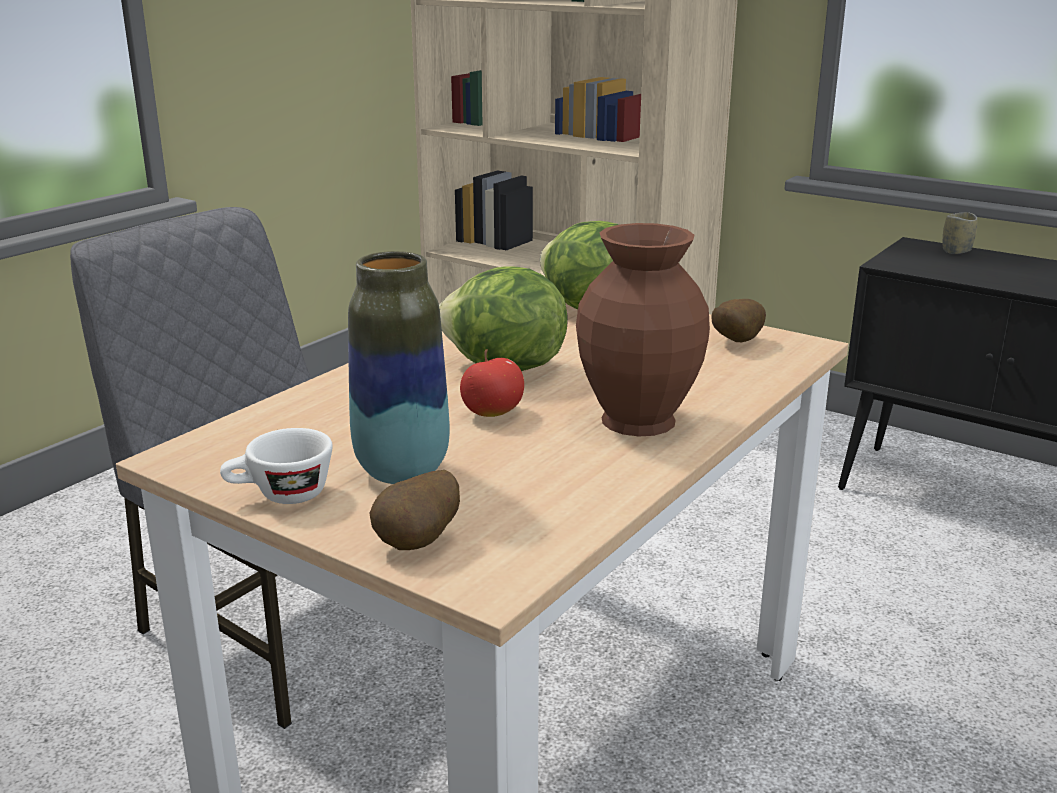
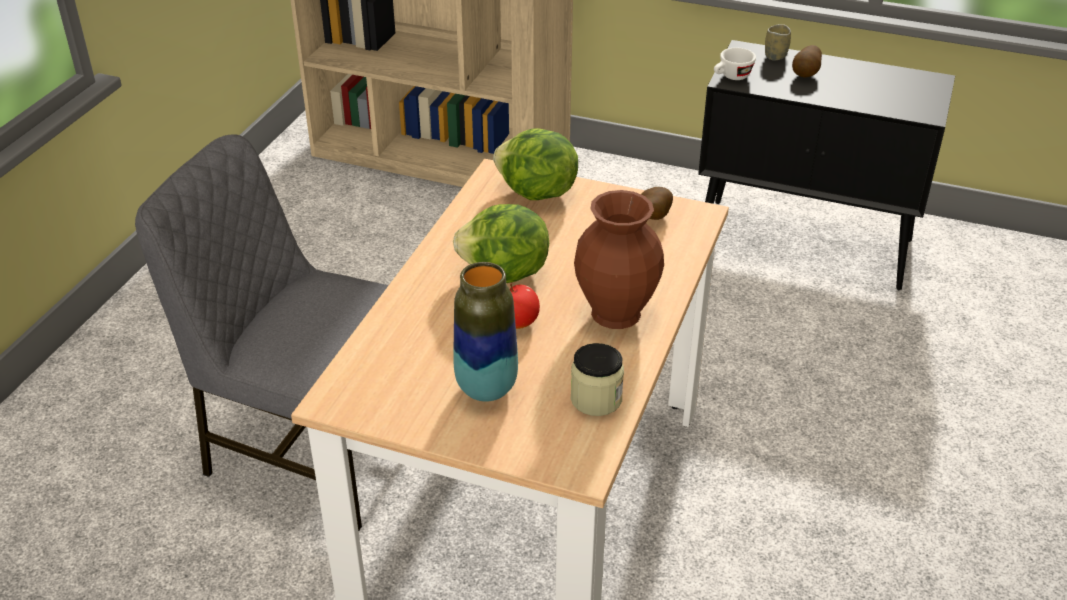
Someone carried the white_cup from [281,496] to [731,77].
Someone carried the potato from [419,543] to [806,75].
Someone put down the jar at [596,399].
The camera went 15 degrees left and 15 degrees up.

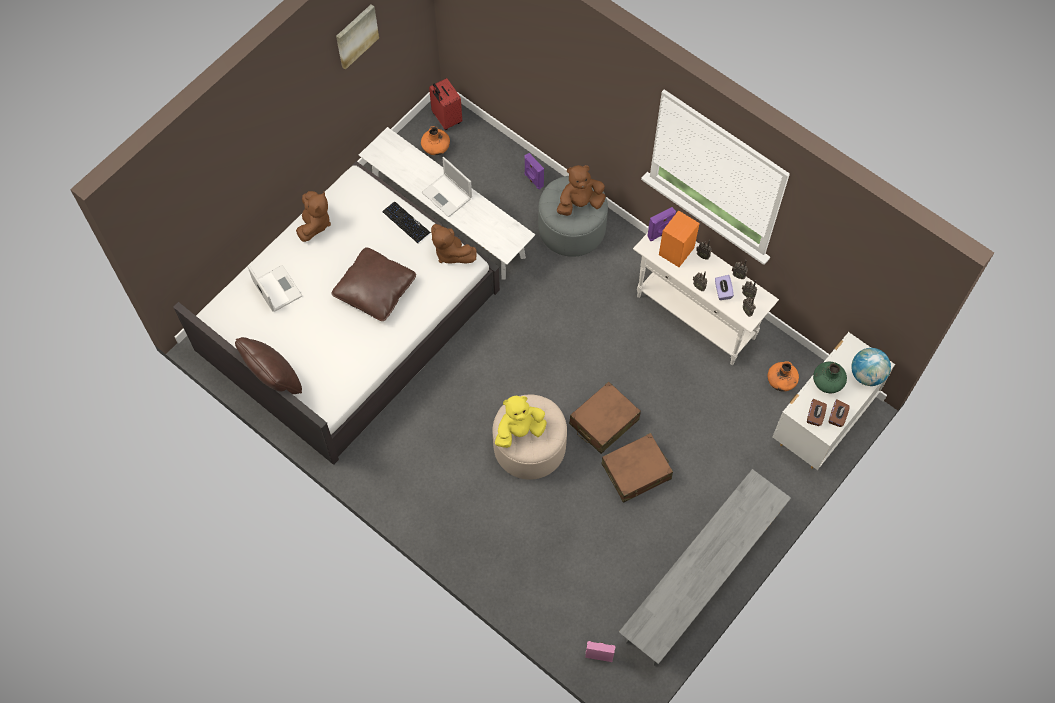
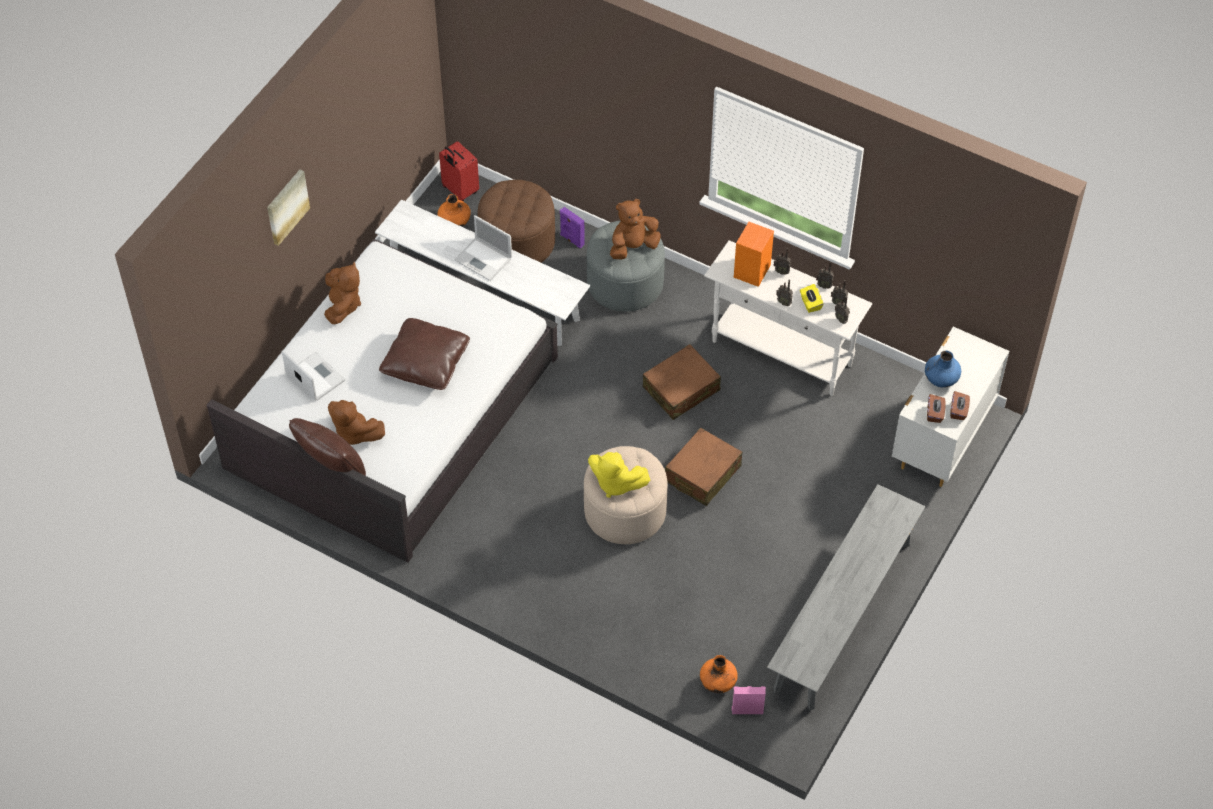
Someone carried the picture from [356,35] to [286,206].
Someone took away the keyboard at [406,222].
Someone carried the brown_plush_toy from [451,252] to [354,433].
Someone rotated the yellow_plush_toy at [519,431] by 120 degrees counterclockwise.
Someone carried the brown_suitcase from [636,472] to [681,389].
Someone took away the purple_speaker at [660,234].
Someone repainted the purple_tissue_box at [722,291], which became the yellow_tissue_box at [810,303].
Someone carried the orange_vase from [781,382] to [718,683].
Someone repainted the green_vase at [827,382], which became the blue_vase at [941,379].
Someone took away the globe at [867,375].
Someone put down the brown_ottoman at [517,242].
The camera went 10 degrees left and 10 degrees down.

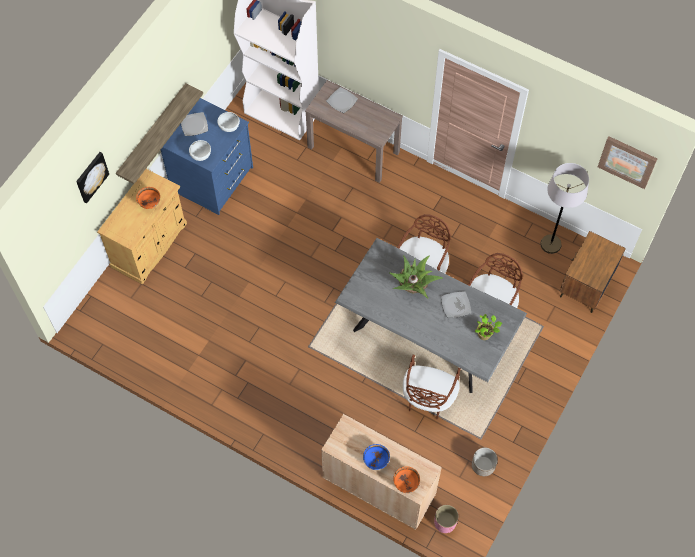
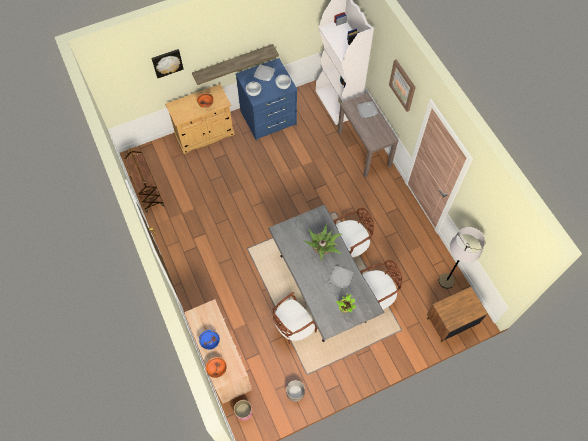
Someone carried the picture from [627,161] to [402,85].
Someone put down the brown_cart at [147,191].
The camera went 35 degrees right and 0 degrees up.

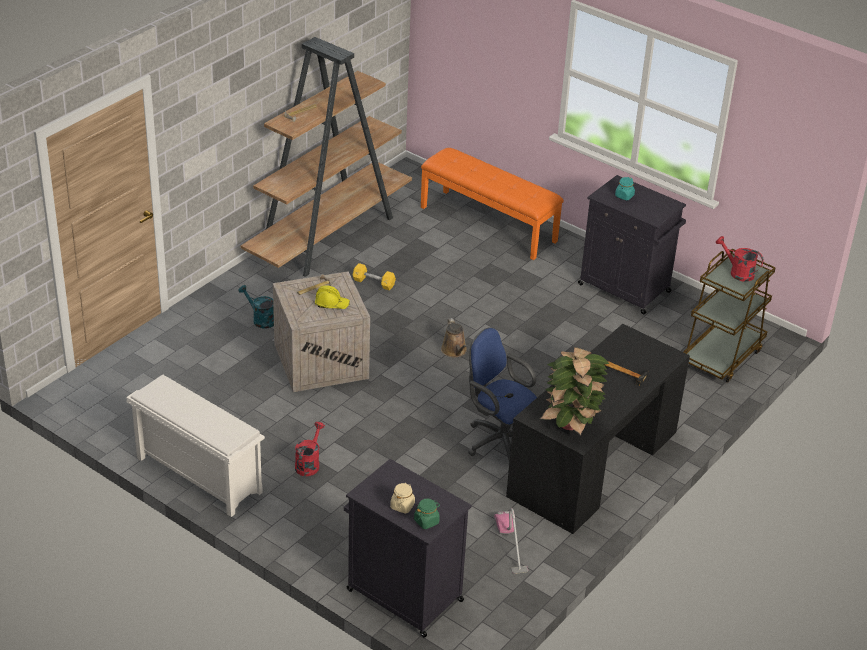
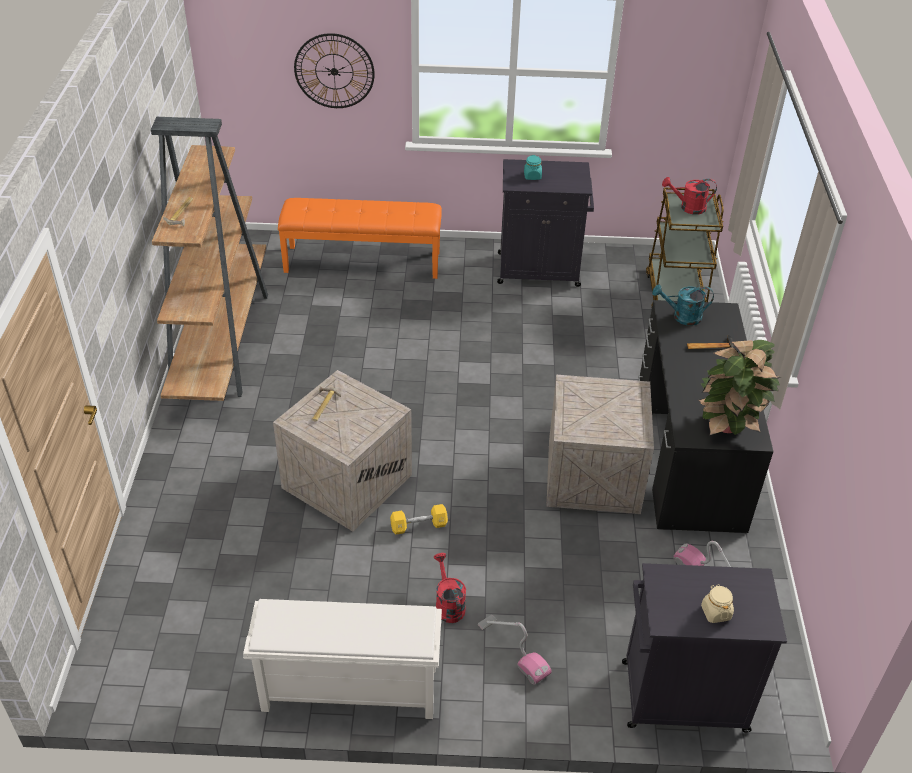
Someone carried the turquoise_watering_can from [260,319] to [681,317].
Someone took away the yellow_hard_hat at [332,304].
Someone carried the yellow_dumbbell from [373,283] to [419,526].
Someone took away the green_jar at [426,521].
Someone took away the brown_watering_can at [454,351].
Someone swapped the blue_office_chair at [498,441] for the crate at [591,474].
Someone put up the wall_clock at [334,71].
Someone put down the vacuum_cleaner at [513,650].
The camera went 35 degrees left and 5 degrees up.

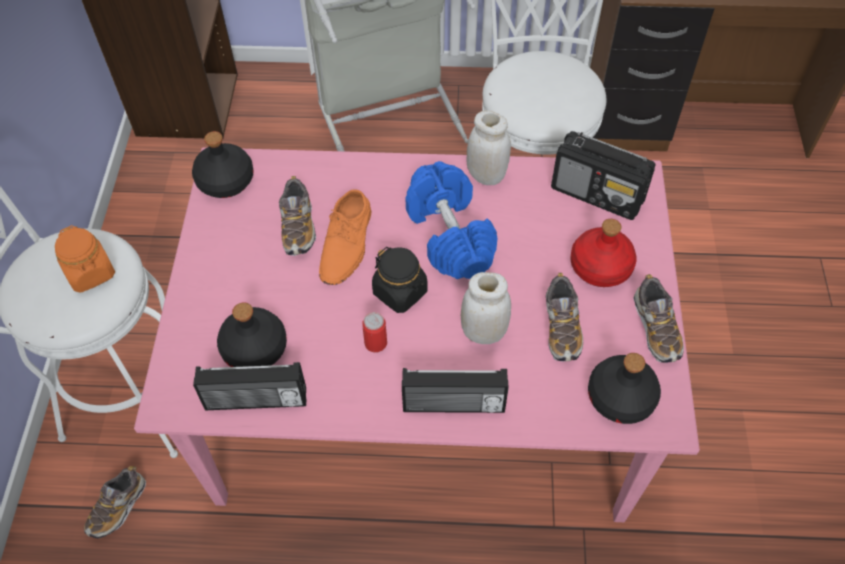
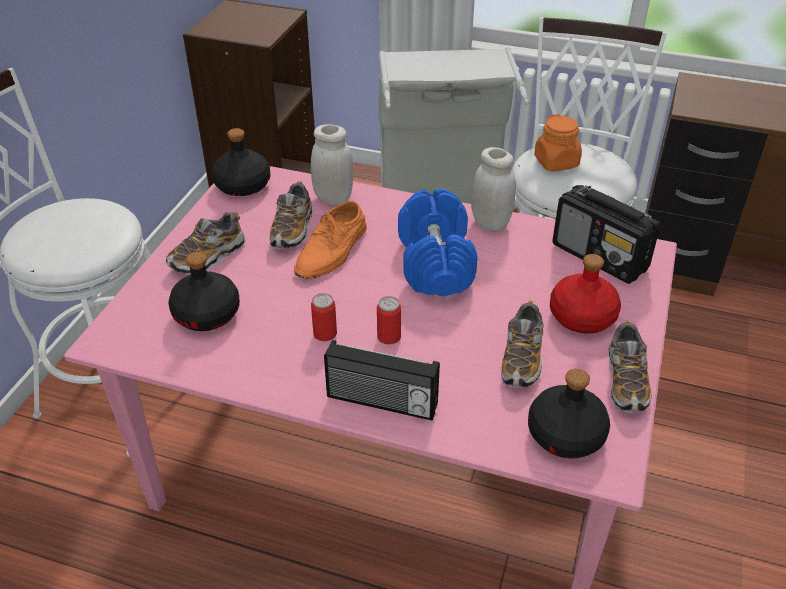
Someone carried the orange_jar from [90,272] to [556,162].
Someone carried the shoe from [118,507] to [208,257].
Someone took away the radio at [256,401].
Someone took away the black_jar at [400,292].
Someone carried the white_jar from [483,332] to [333,198].
Someone put down the can at [389,337].
The camera went 15 degrees right and 15 degrees down.

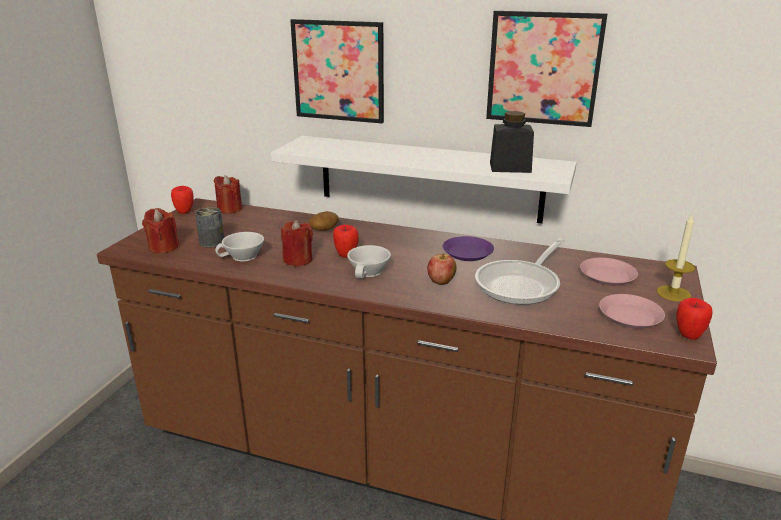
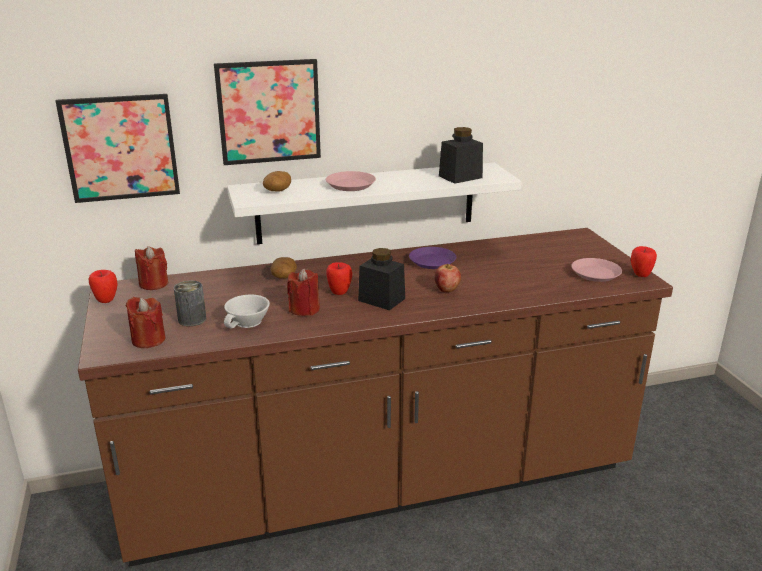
Someone swapped the white_cup at [370,272] for the black_jar at [381,299].
Someone took away the frying_pan at [521,284].
Someone carried the picture from [543,68] to [120,148].
Someone carried the pink_plate from [607,276] to [351,185].
Someone took away the candle at [673,293].
Someone put down the potato at [277,190].
The camera went 35 degrees left and 0 degrees up.

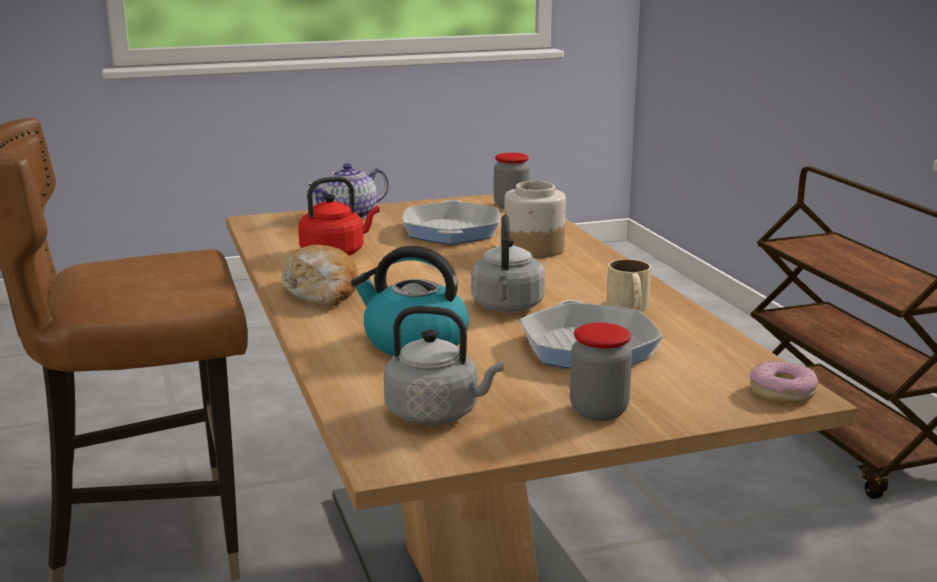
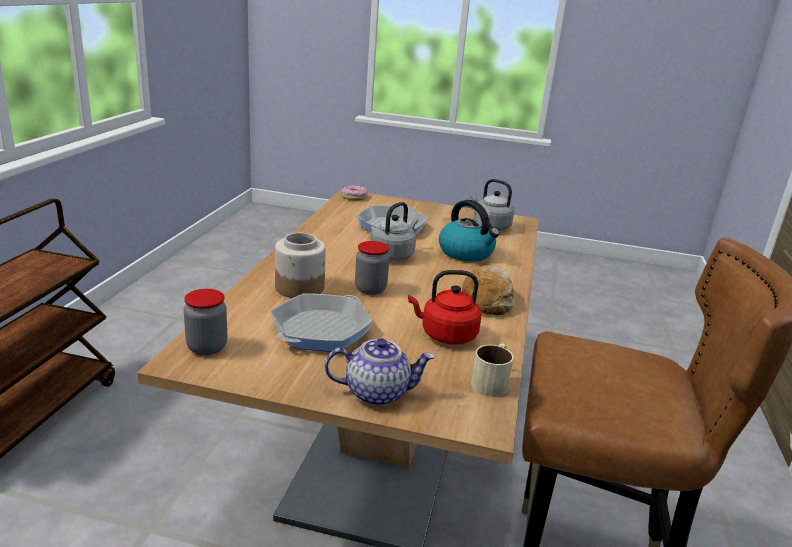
Someone carried the jar from [599,411] to [370,289].
Someone carried the beige_mug from [630,309] to [492,381].
The camera went 150 degrees left and 5 degrees up.

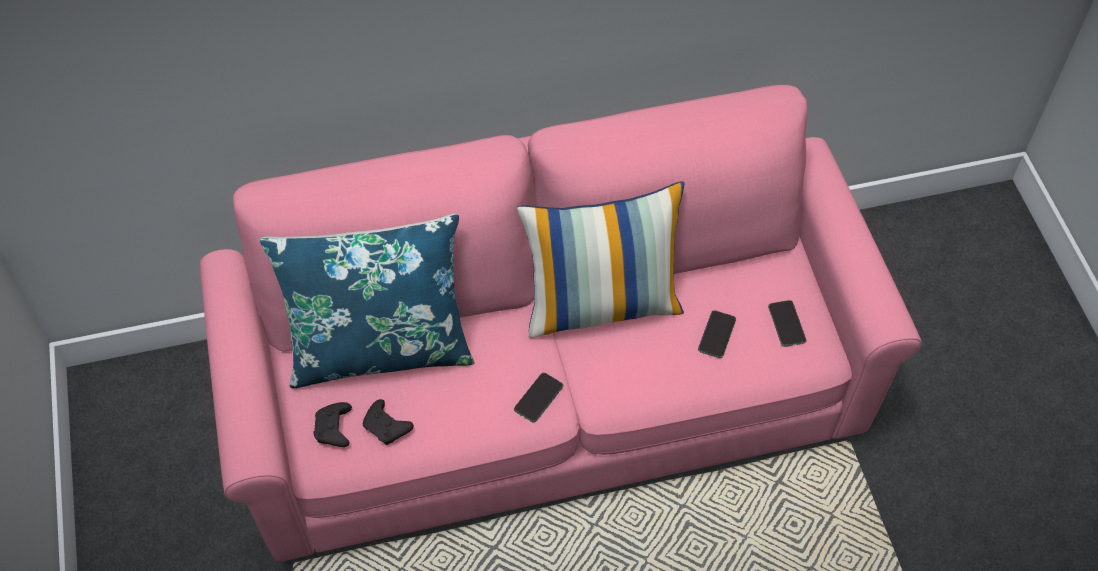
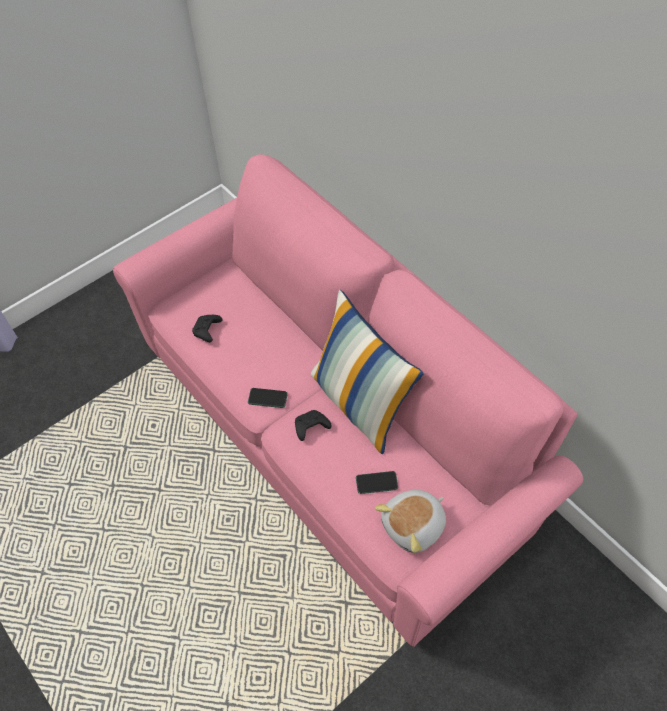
Someone took away the blue_pillow at [380,348].
Someone carried the black_game_controller from [334,430] to [310,428].
Someone swapped the phone at [786,324] for the plush_toy at [414,526].
The camera went 65 degrees right and 0 degrees up.

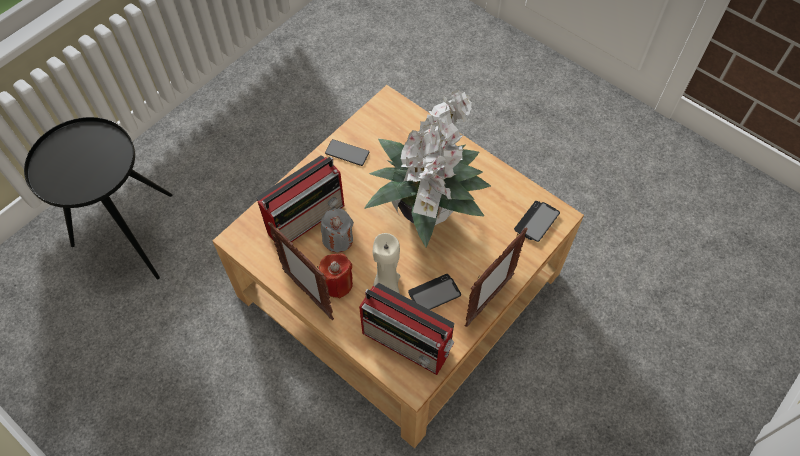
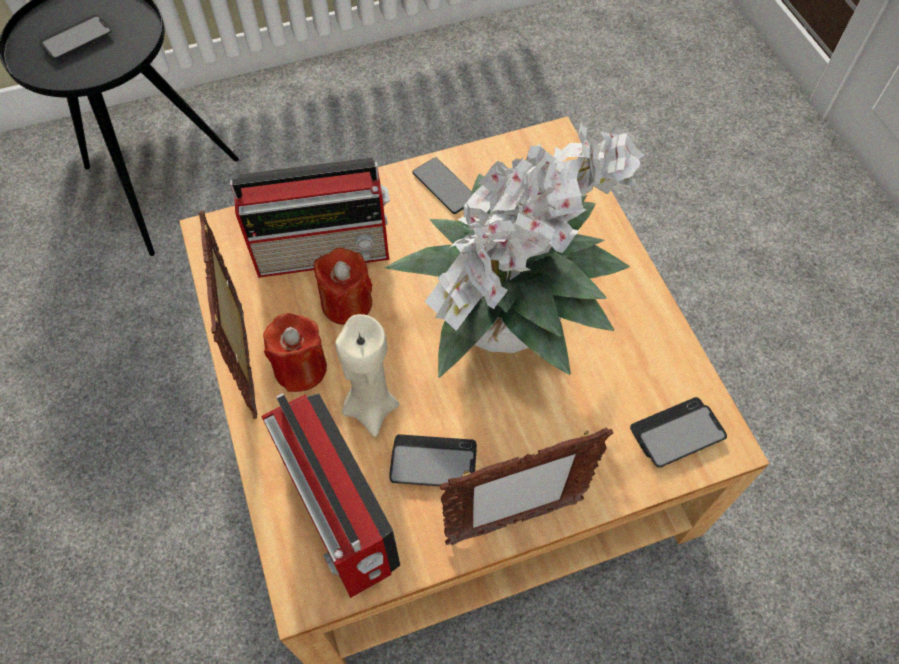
Someone repainted the grey_candle at [338,239], which became the red_candle at [347,303].
Someone put down the phone at [76,38].
The camera went 30 degrees right and 0 degrees up.

